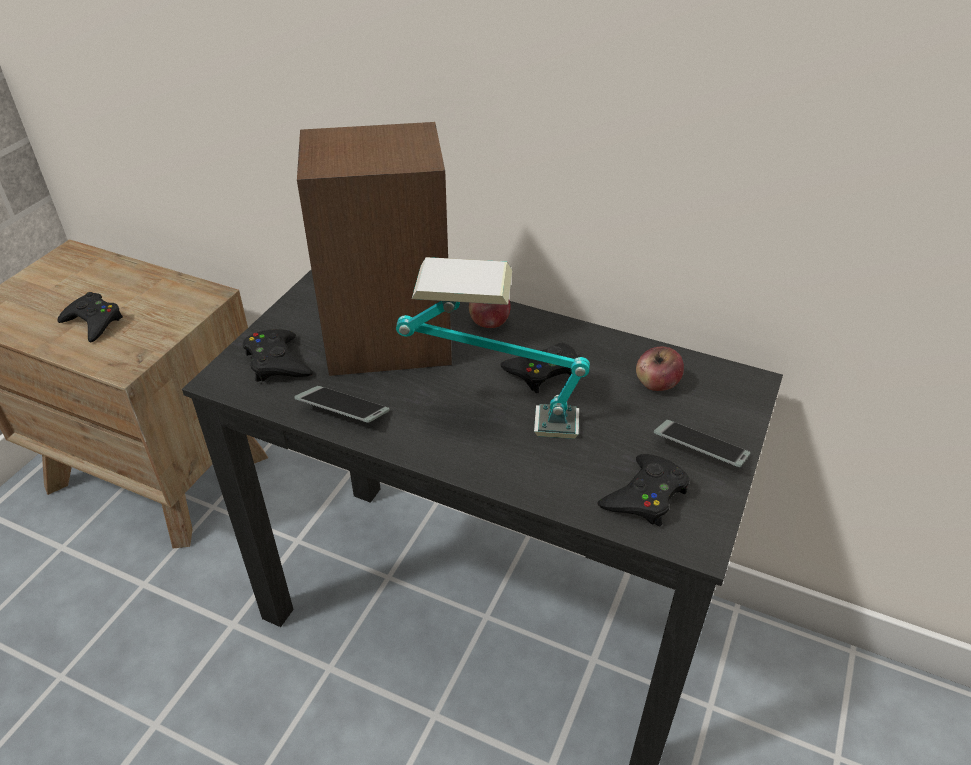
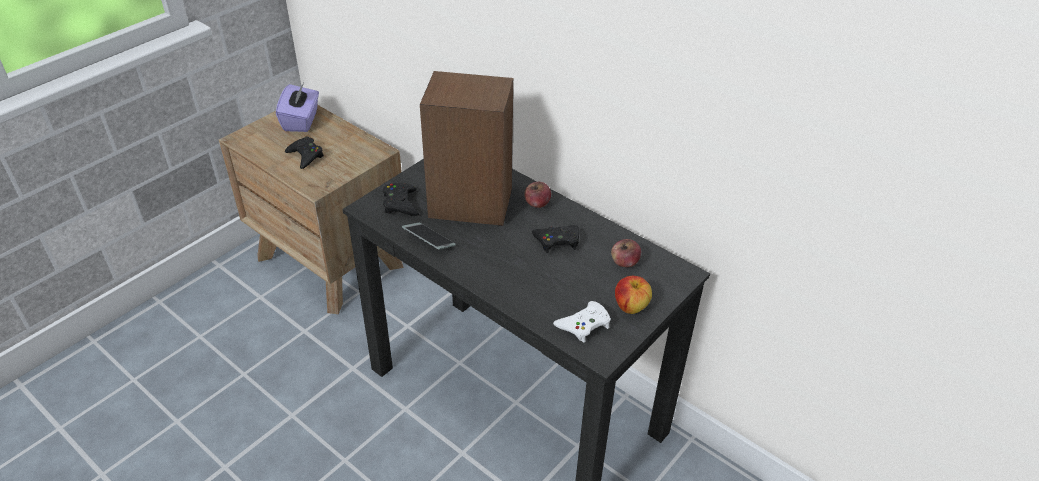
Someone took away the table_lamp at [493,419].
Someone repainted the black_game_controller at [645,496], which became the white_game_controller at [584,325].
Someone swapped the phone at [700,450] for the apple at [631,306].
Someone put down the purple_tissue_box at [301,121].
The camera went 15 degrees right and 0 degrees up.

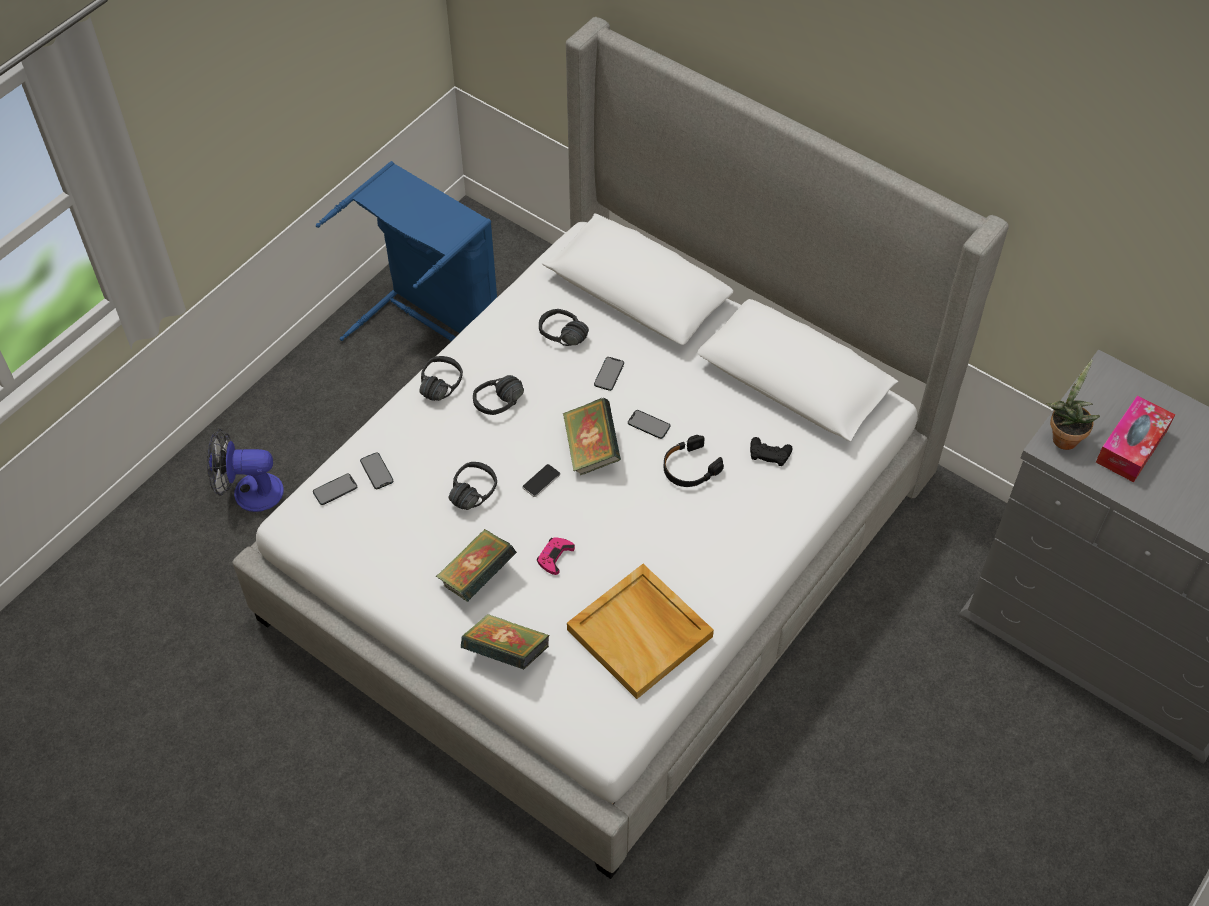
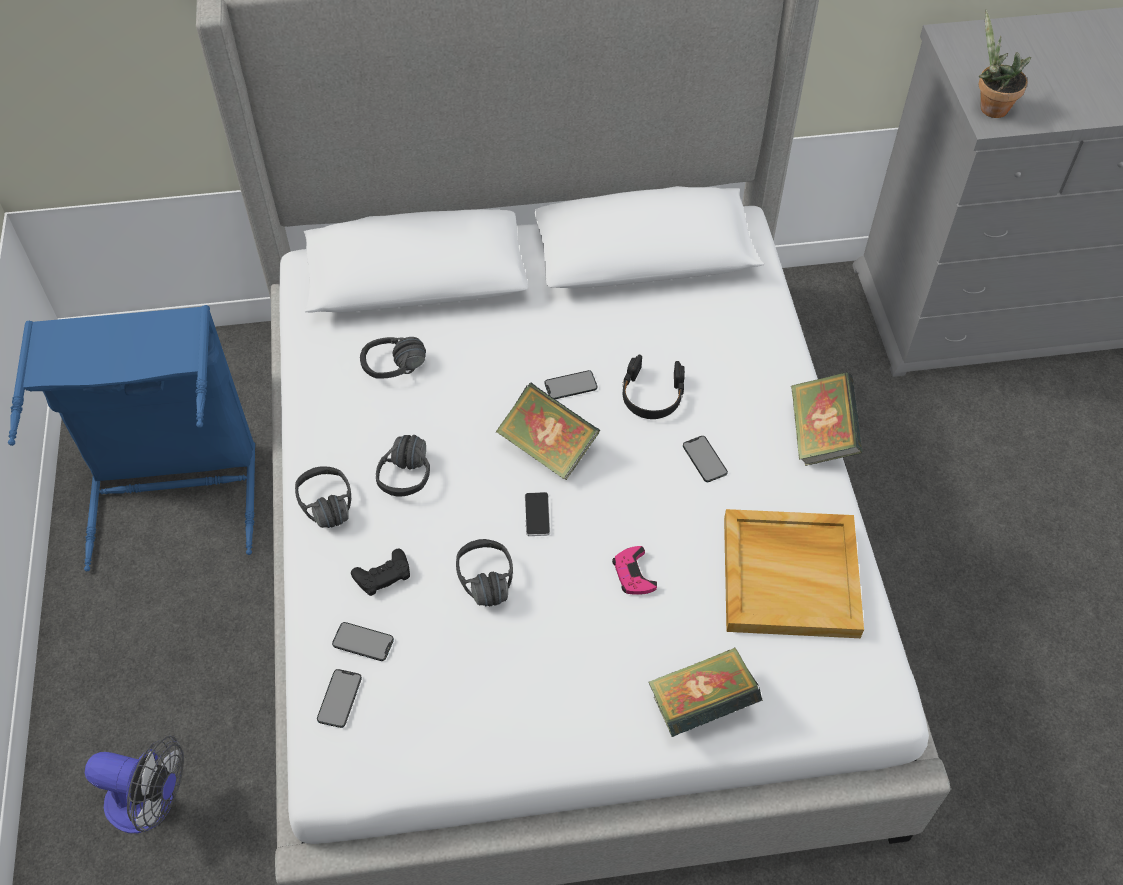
Someone rotated the fan at [249,492] by 120 degrees counterclockwise.
Someone carried the book from [477,577] to [821,435].
Someone carried the phone from [609,374] to [704,459].
Someone carried the black_game_controller from [769,453] to [383,575].
Someone took away the tissue_box at [1131,446].
The camera went 45 degrees left and 0 degrees up.

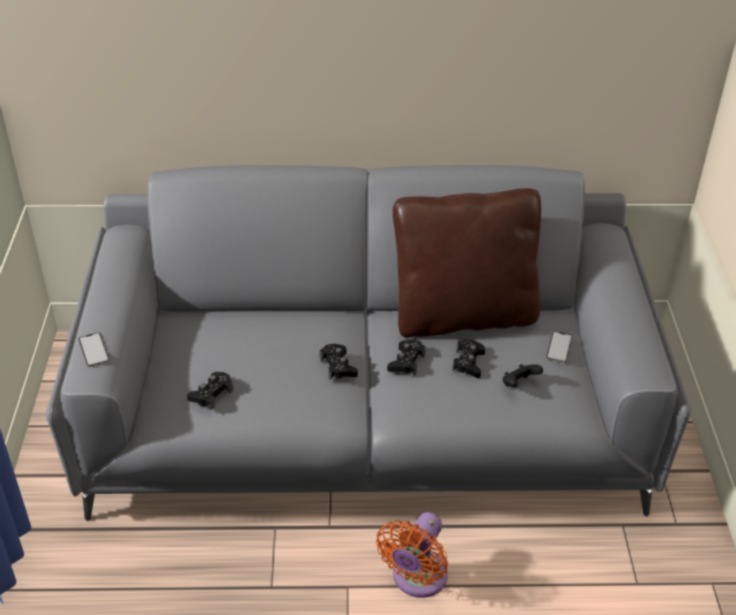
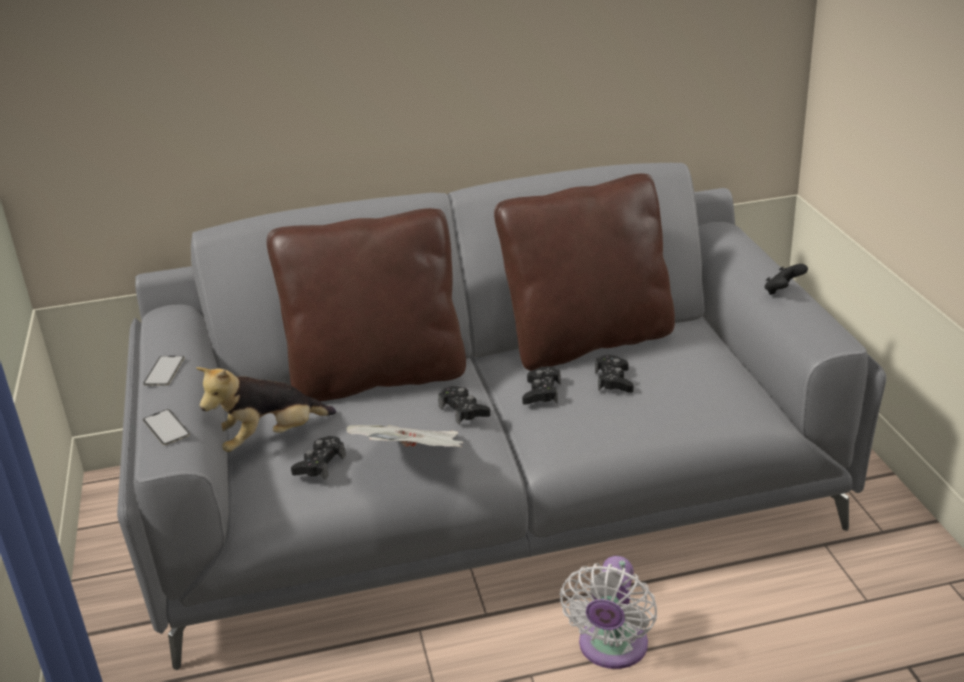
Someone repainted the orange_fan at [417,579], which became the white_fan at [611,649].
Someone carried the black_game_controller from [519,384] to [782,291].
Someone carried the phone from [559,347] to [164,371].
Someone put down the plush_toy at [270,438].
Someone put down the brown_pillow at [377,376].
Someone put down the newspaper at [413,460].
The camera went 10 degrees left and 10 degrees down.

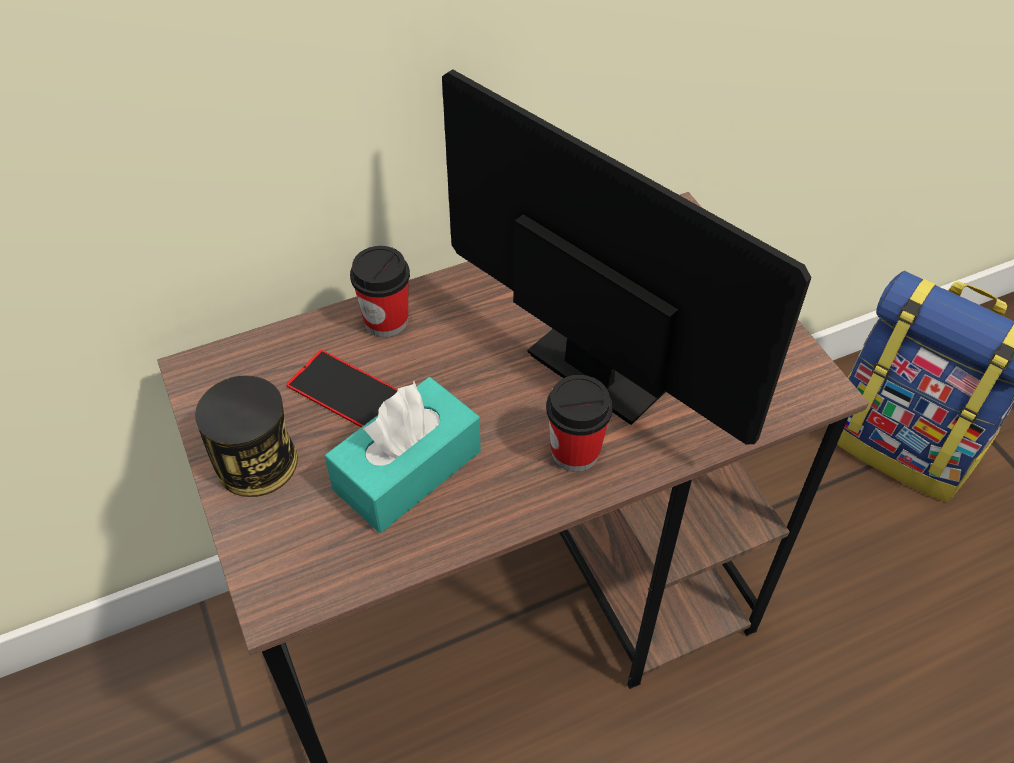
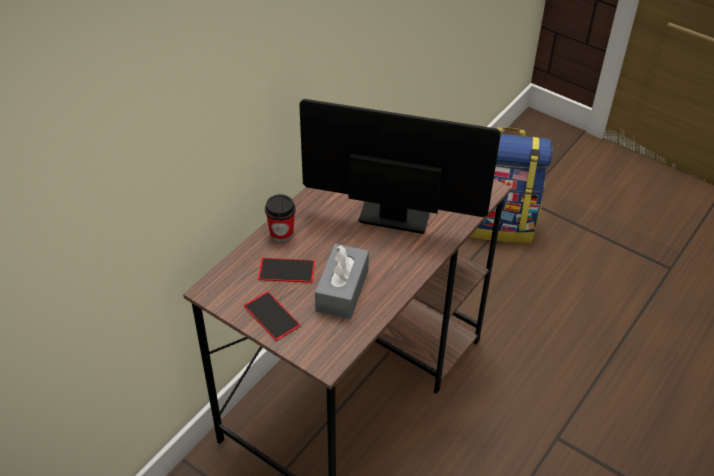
Someone swapped the can at [256,462] for the phone at [271,316].
Someone repainted the turquoise_tissue_box at [407,470], which became the grey_tissue_box at [342,290].
Someone took away the cup at [575,451].
The camera went 30 degrees left and 5 degrees down.

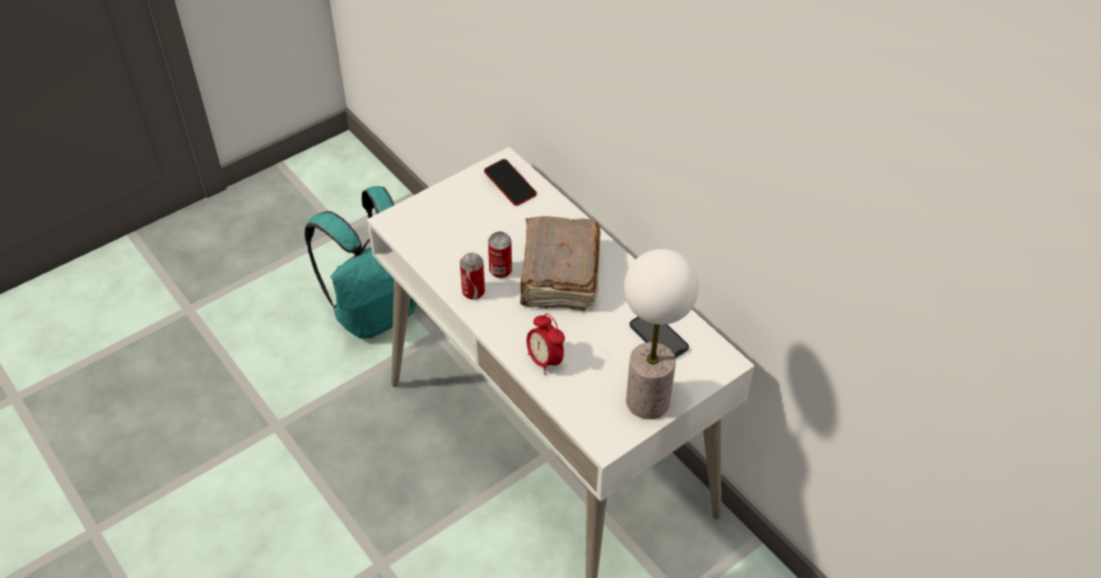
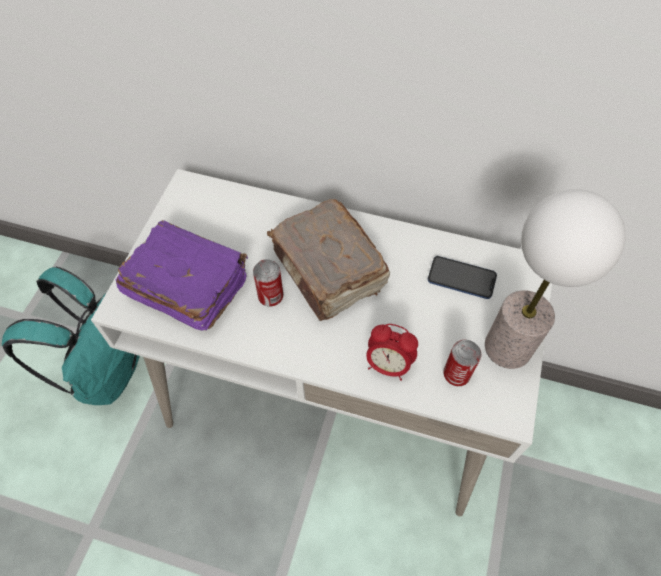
Someone carried the can from [473,292] to [456,374].
Someone took away the phone at [510,185].
Someone put down the purple_book at [187,285].
The camera went 35 degrees left and 10 degrees up.

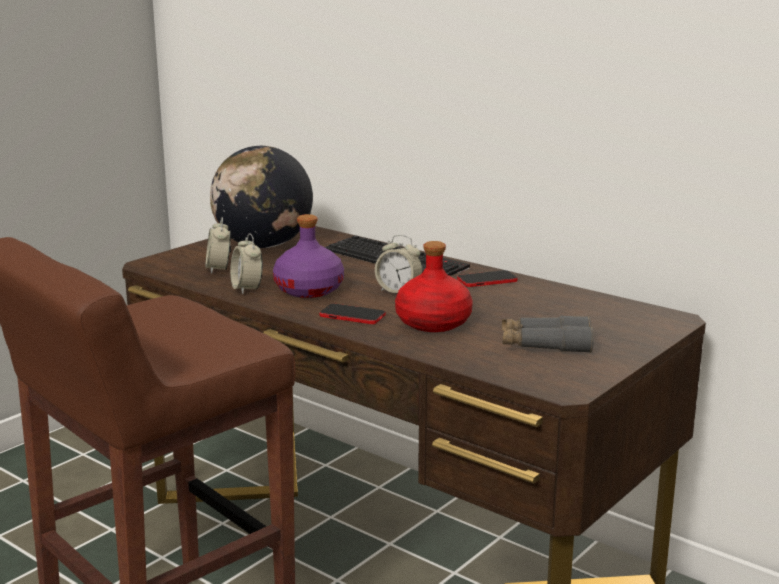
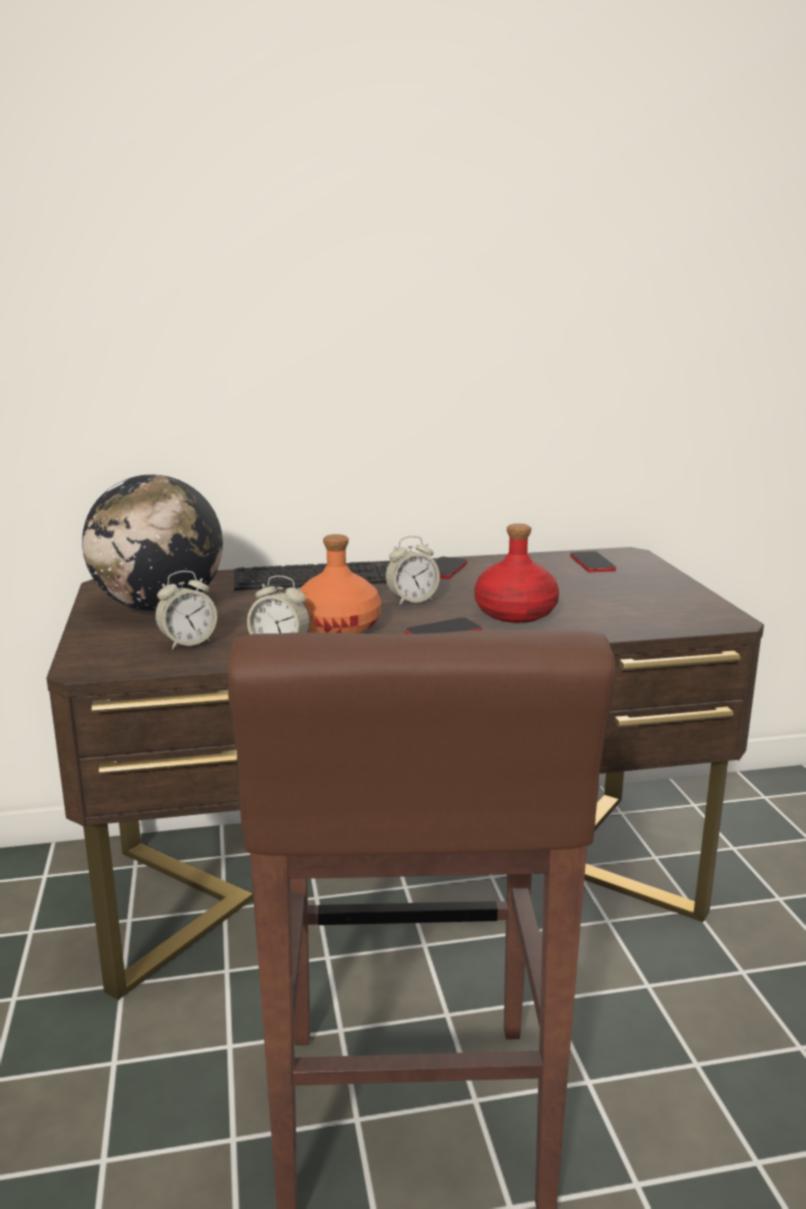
Someone rotated the alarm_clock at [219,269] by 60 degrees counterclockwise.
Someone repainted the purple_bottle at [309,289], which became the orange_bottle at [338,627].
Someone took away the grey_binoculars at [545,345].
Someone put down the phone at [592,563].
The camera went 50 degrees left and 0 degrees up.

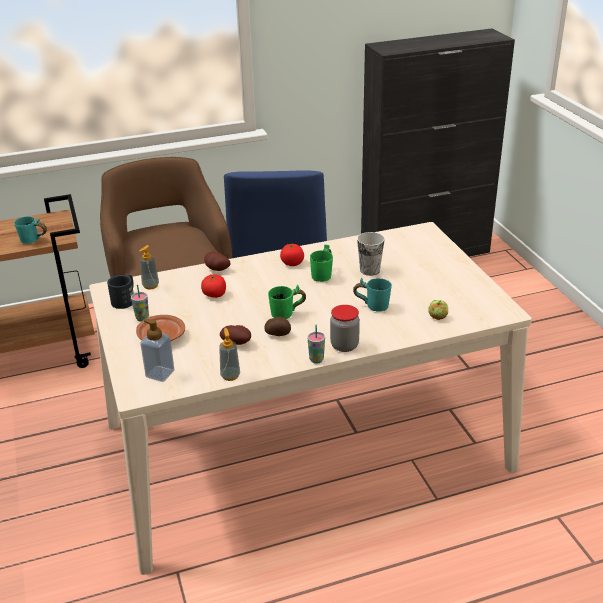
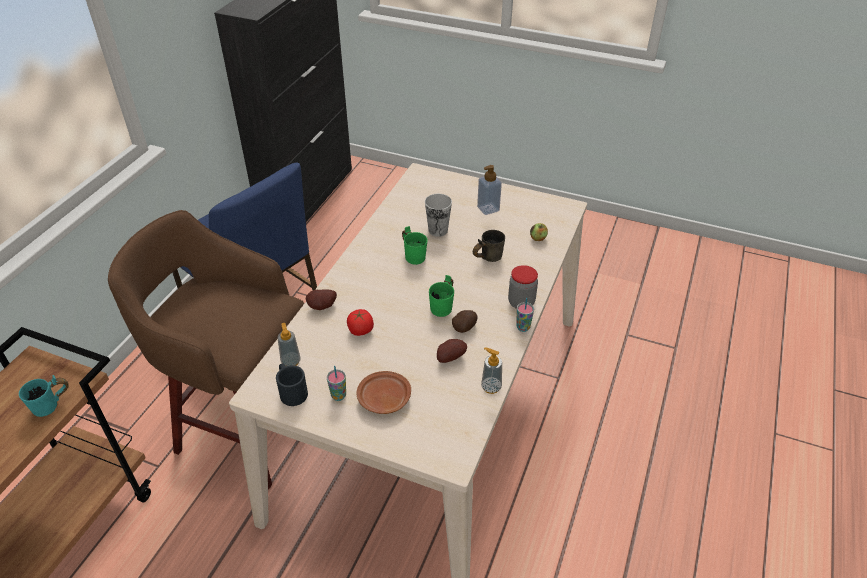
Someone carried the soap_dispenser from [160,374] to [488,209].
Someone took away the tomato at [292,263].
Someone repainted the turquoise_mug at [373,305], which became the grey_mug at [486,257].
The camera went 50 degrees left and 10 degrees up.

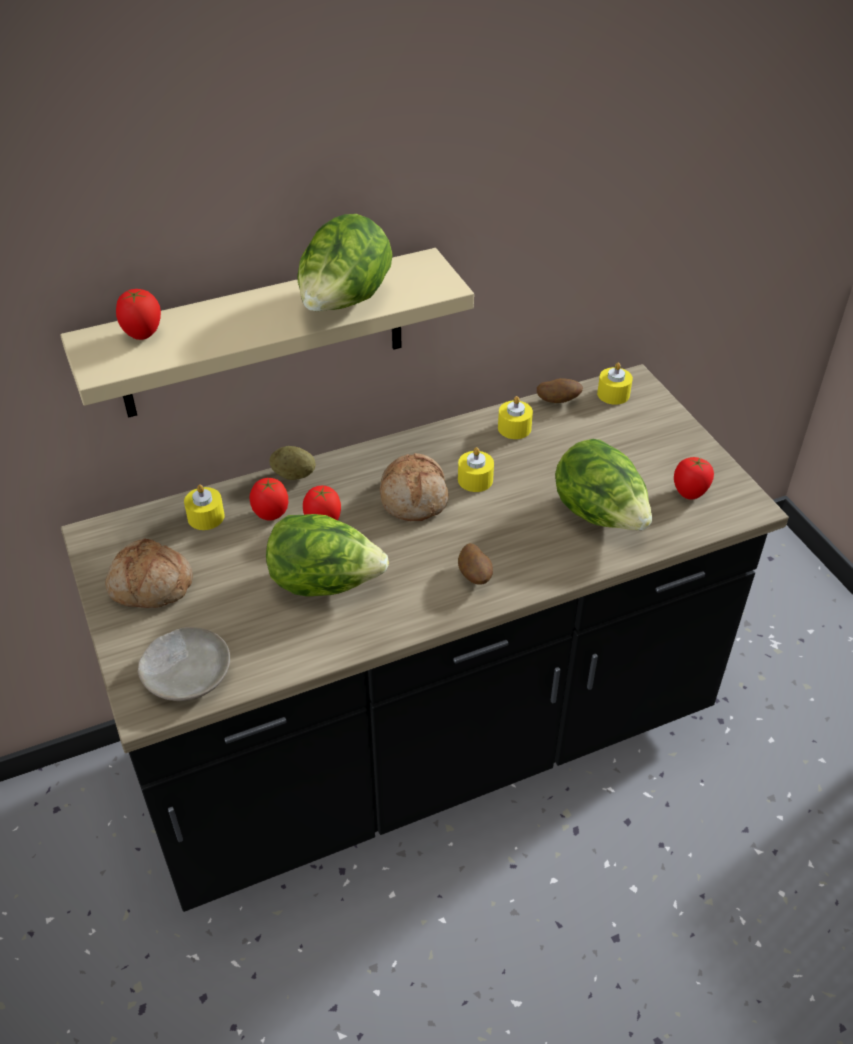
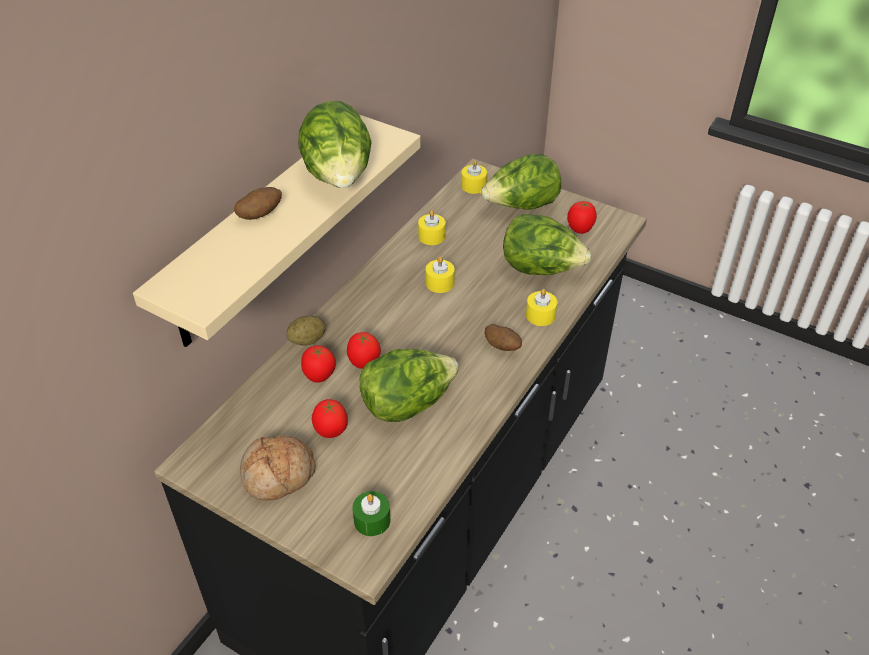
Someone carried the tomato from [142,335] to [331,432].
Someone swapped the beige_plate at [187,673] for the green_candle at [372,520].
Someone carried the yellow_candle from [206,517] to [540,315].
Someone took away the bread at [414,498].
Someone carried the potato from [558,401] to [260,215].
Someone put down the lettuce at [521,206].
The camera went 35 degrees left and 0 degrees up.

